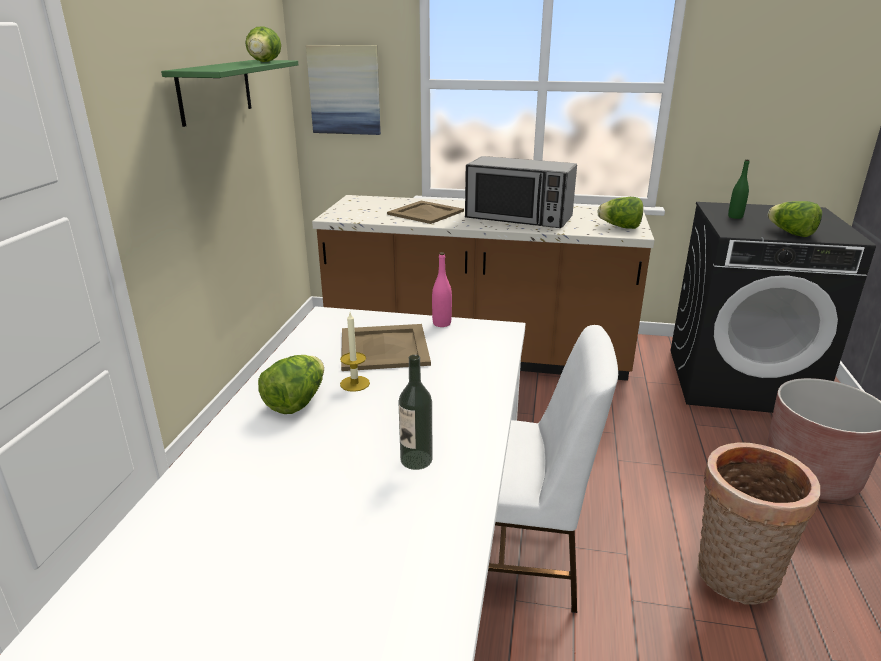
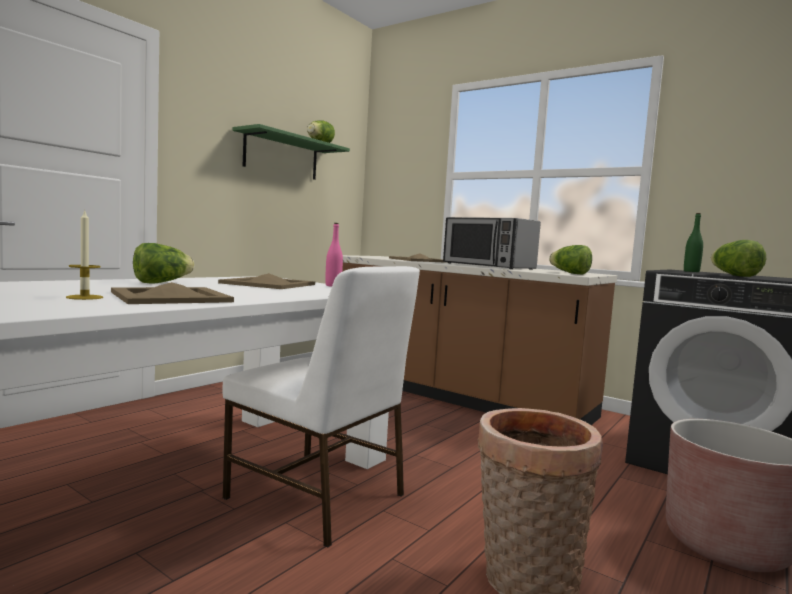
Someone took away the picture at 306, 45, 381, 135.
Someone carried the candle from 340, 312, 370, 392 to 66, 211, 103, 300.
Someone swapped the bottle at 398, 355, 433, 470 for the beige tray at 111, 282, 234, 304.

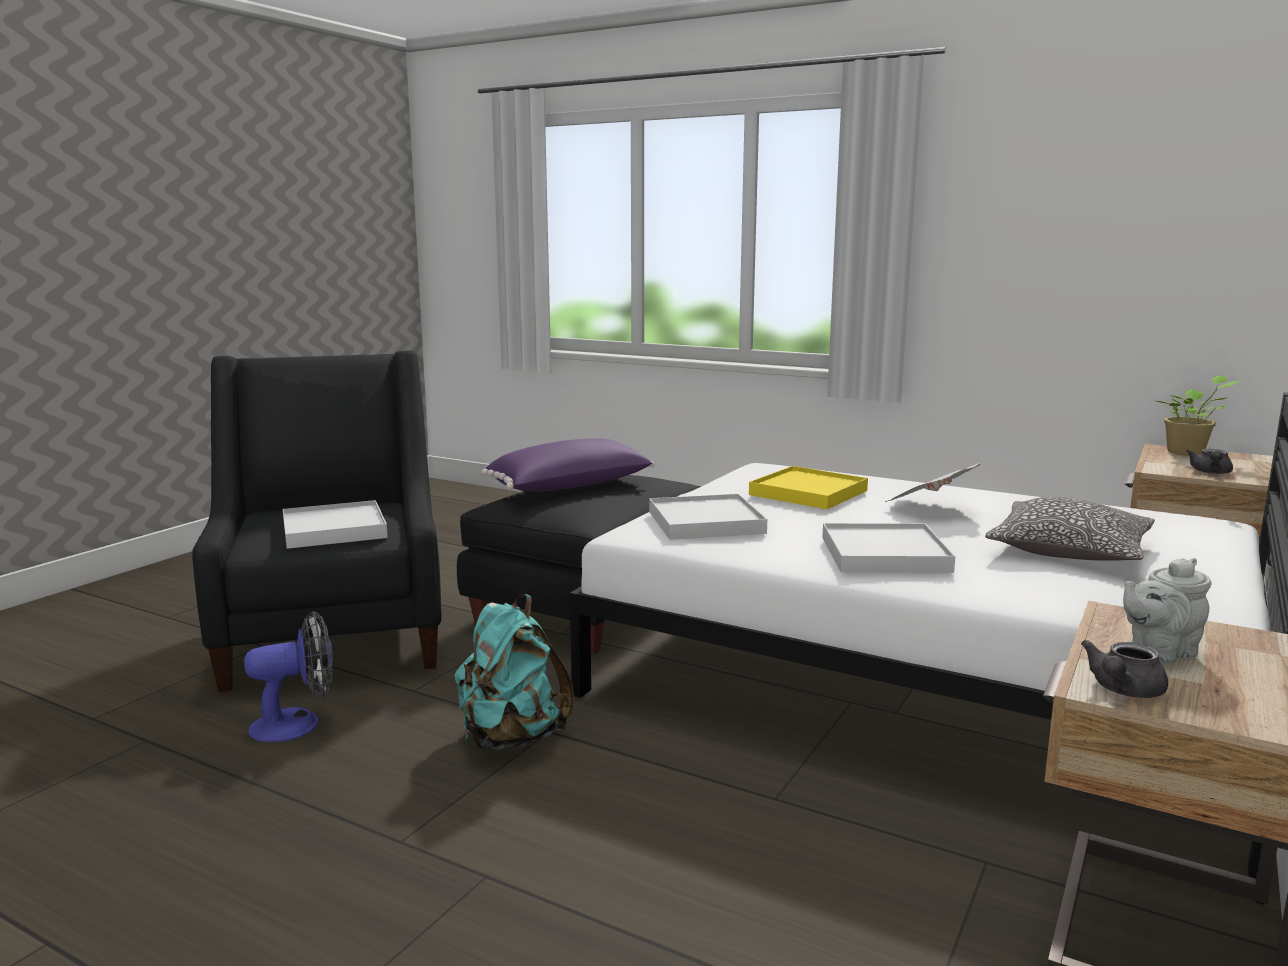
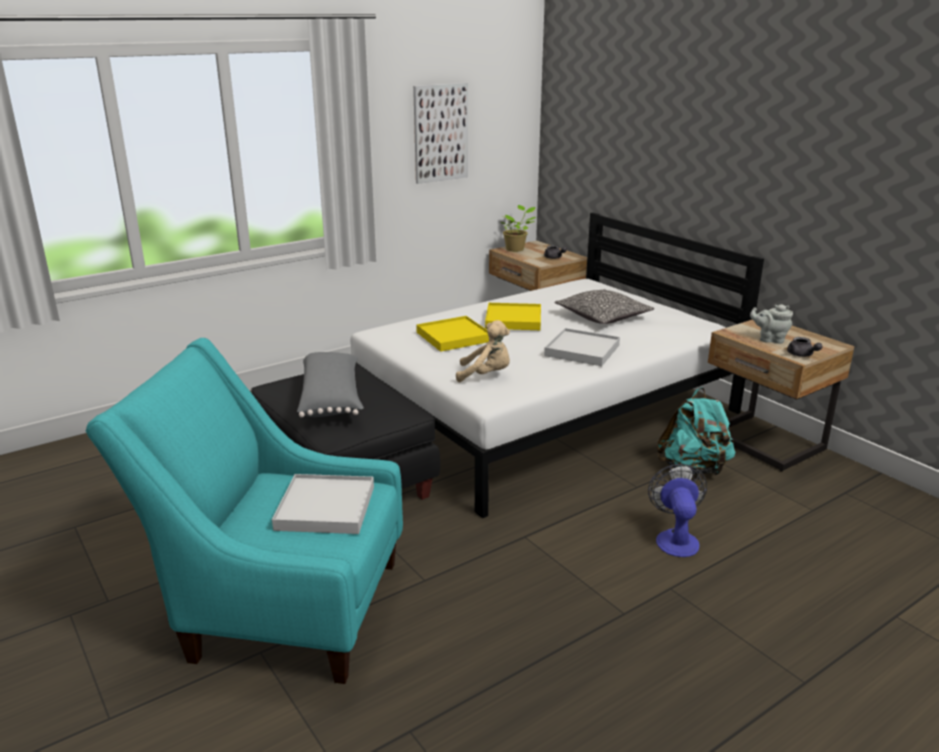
Someone repainted the black armchair at 192, 350, 441, 692, which became the turquoise armchair at 85, 338, 403, 684.
Someone carried the fan from 244, 611, 333, 742 to 648, 464, 707, 557.
Someone carried the turquoise backpack from 454, 594, 574, 750 to 657, 387, 736, 475.
Someone repainted the purple pillow at 481, 438, 654, 492, which became the grey pillow at 297, 352, 364, 418.
Someone swapped the white tray at 649, 494, 767, 540 for the beige plush toy at 456, 320, 510, 382.
Someone swapped the newspaper at 885, 463, 980, 502 for the yellow tray at 485, 303, 541, 330.
Someone rotated the grey teapot at 1123, 558, 1212, 664 by 105 degrees clockwise.
Someone put up the picture at 413, 83, 468, 184.

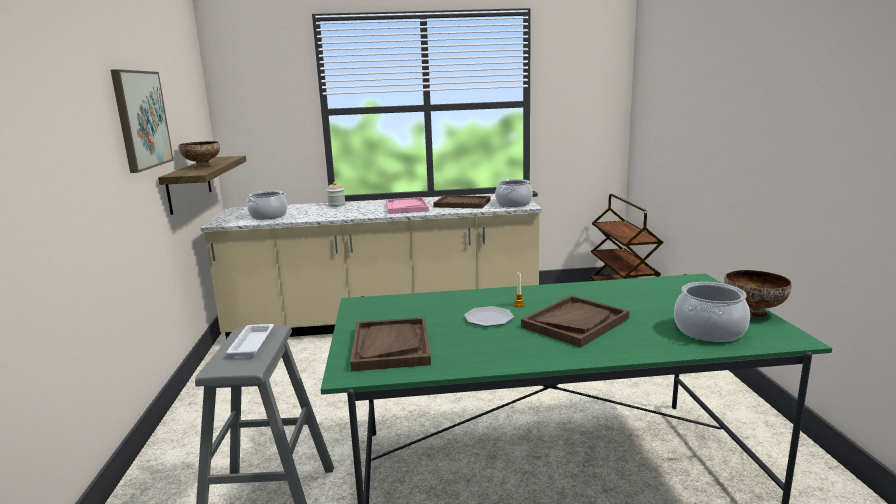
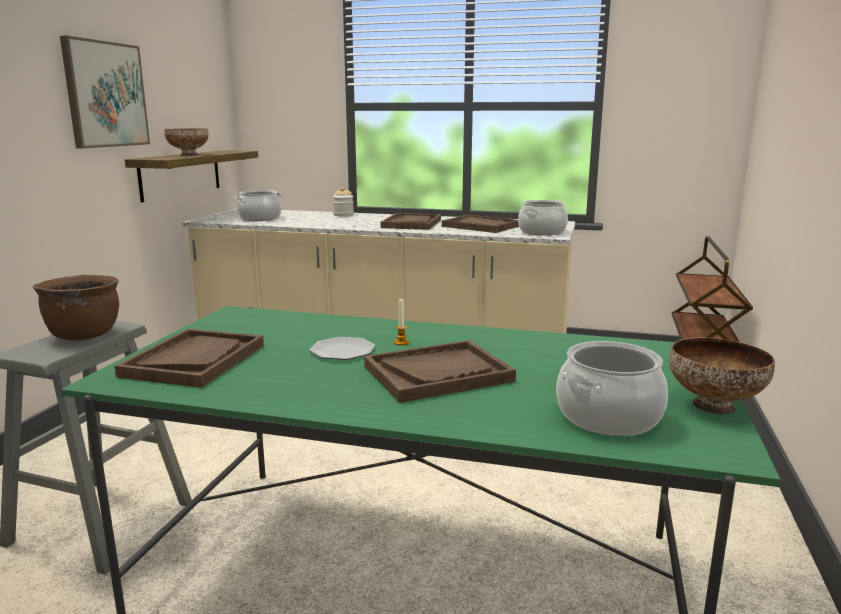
Someone swapped the white tray at 226, 324, 274, 356 for the brown cooking pot at 33, 275, 119, 340.
Someone repainted the pink tray at 386, 197, 429, 214, which became the brown tray at 381, 213, 441, 230.

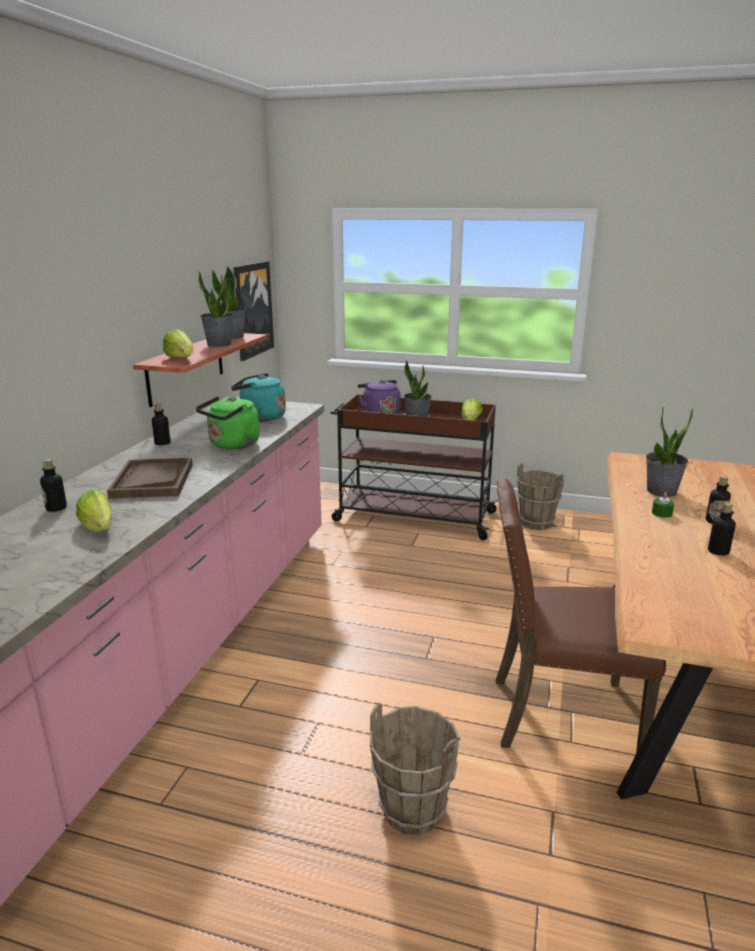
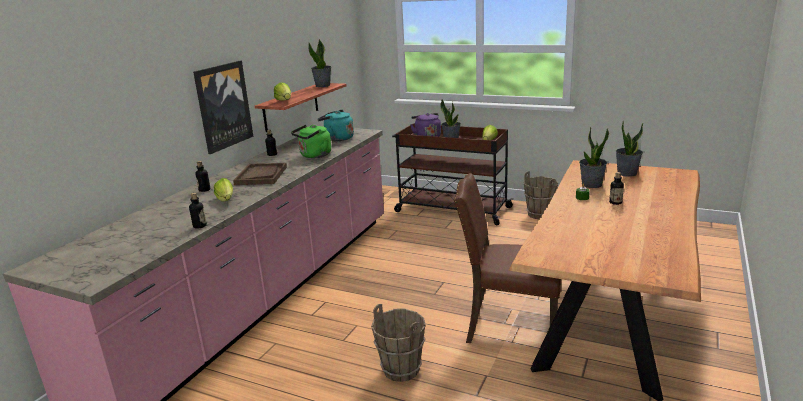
Someone carried the potted plant from 198, 272, 234, 347 to 616, 120, 643, 177.
Someone carried the picture from 233, 261, 274, 361 to 193, 61, 253, 154.
Someone carried the bottle from 708, 502, 736, 556 to 189, 193, 207, 228.

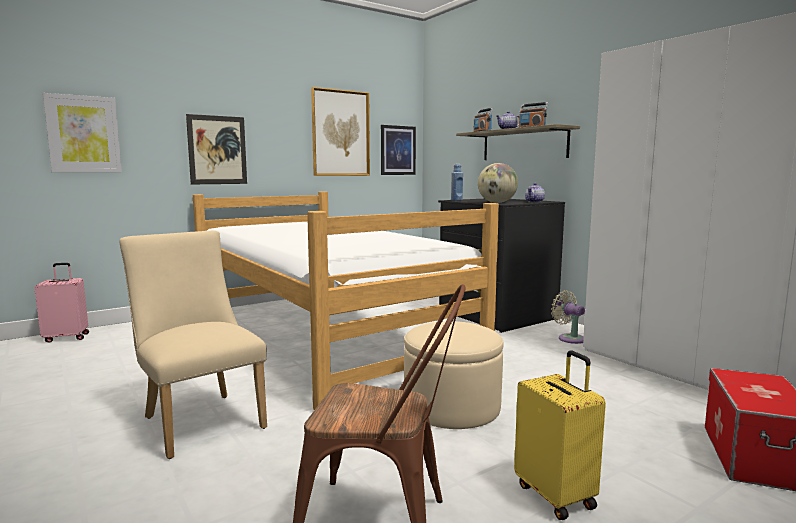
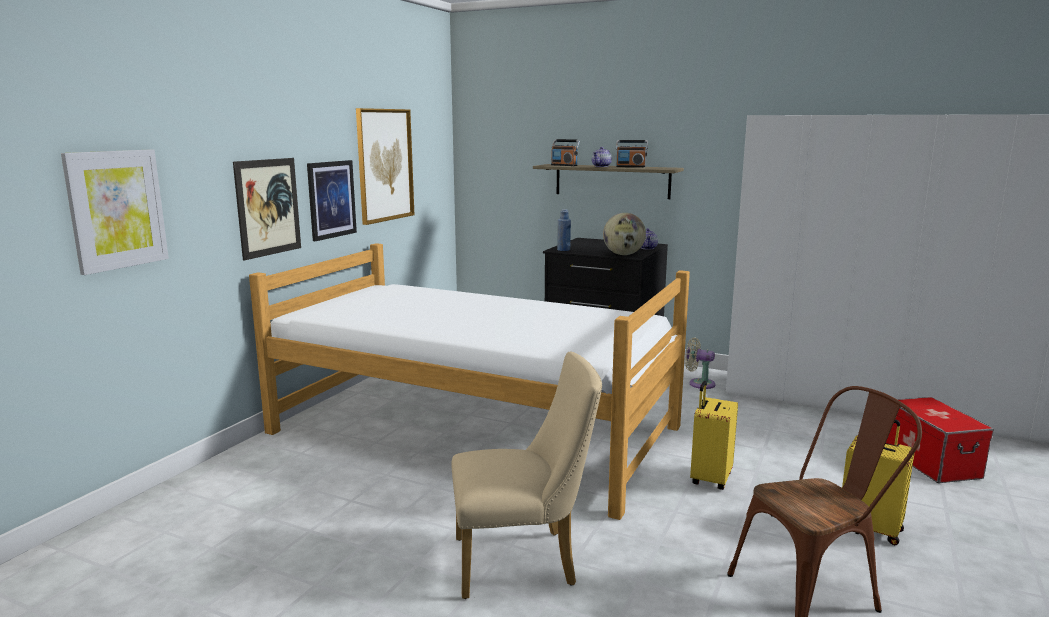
Someone took away the pink suitcase at 34, 263, 89, 343.
Someone rotated the beige chair at 120, 231, 267, 459 by 150 degrees clockwise.
Someone carried the picture from 381, 125, 416, 175 to 307, 160, 357, 241.
Someone swapped the beige ottoman at 404, 321, 504, 429 for the yellow suitcase at 690, 381, 738, 490.

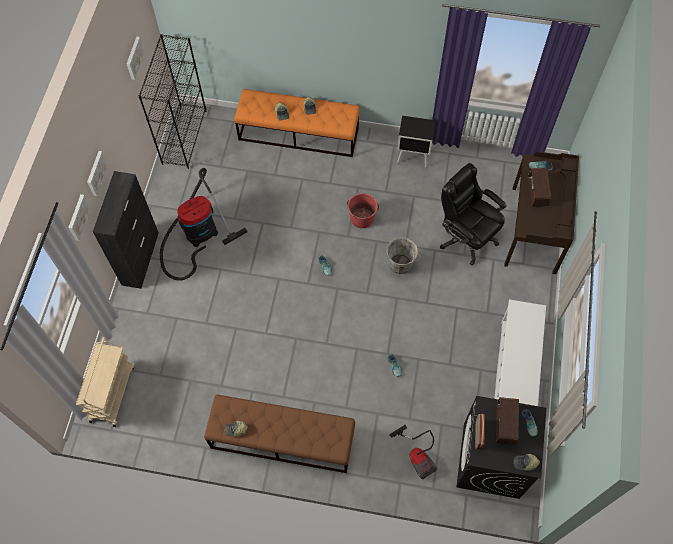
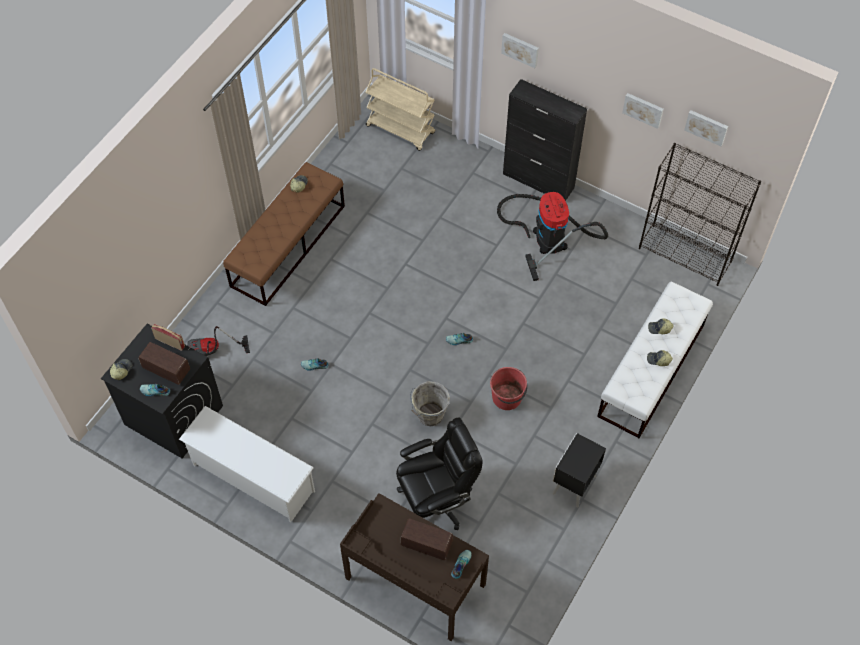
Someone carried the picture from 87, 151, 108, 196 to 622, 93, 664, 129.
Someone repainted the orange bench at 234, 89, 360, 157, which became the white bench at 597, 282, 713, 438.

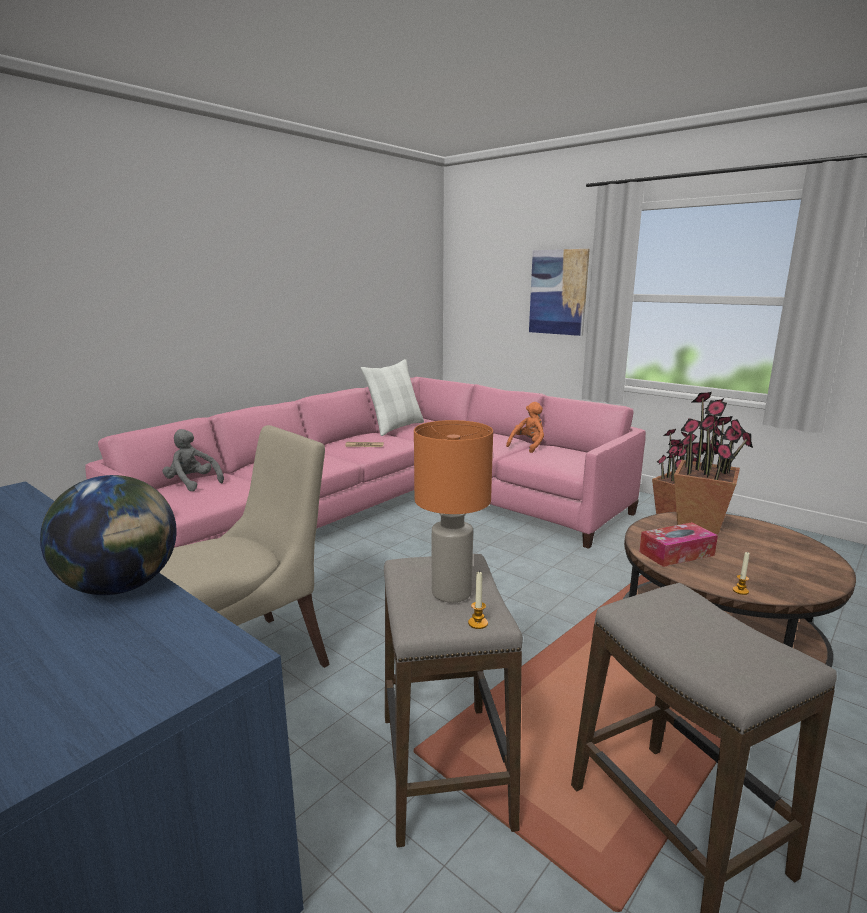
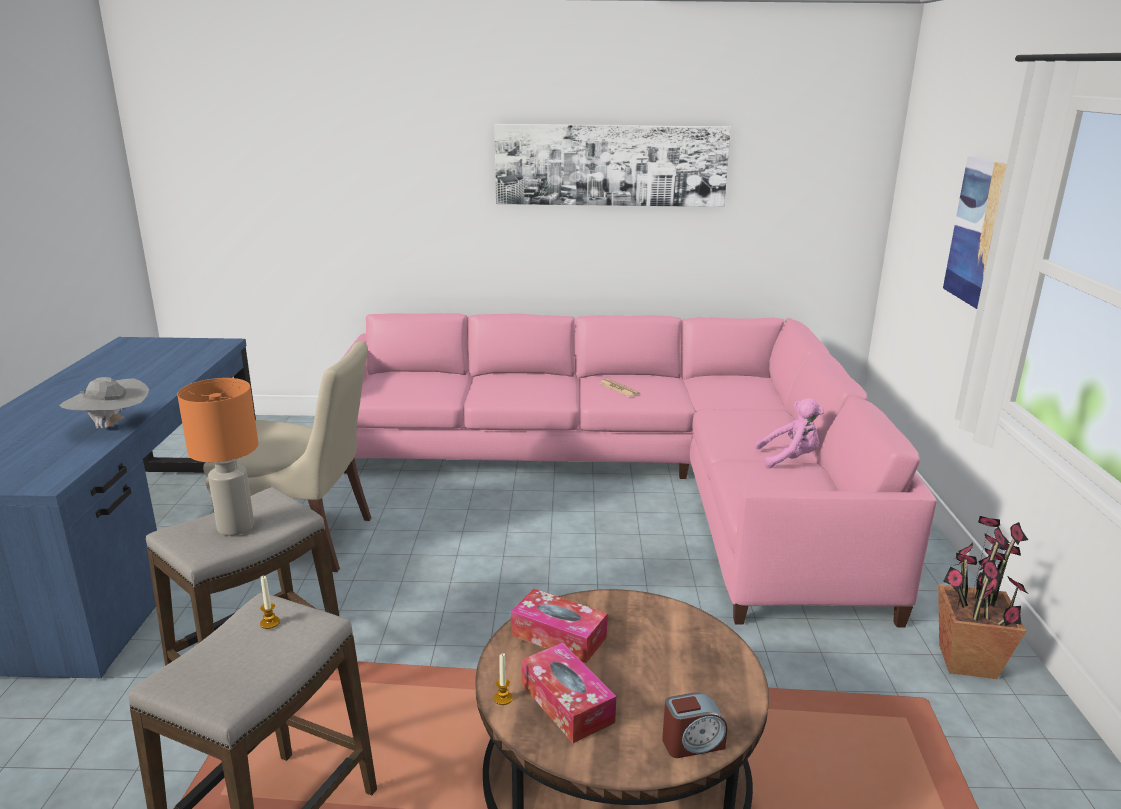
Someone swapped the globe at 40, 475, 177, 595 for the grey hat at 59, 377, 149, 429.
Someone took away the grey plush toy at 162, 429, 224, 491.
Someone took away the white pillow at 361, 359, 424, 436.
Someone carried the candle from 468, 571, 488, 629 to 260, 576, 280, 629.
Someone repainted the orange plush toy at 506, 402, 544, 453, which became the pink plush toy at 755, 398, 824, 469.
Someone took away the potted plant at 674, 392, 753, 534.
Someone put up the picture at 494, 124, 731, 207.
Someone put down the tissue box at 521, 643, 616, 743.
Someone put down the alarm clock at 662, 692, 727, 758.

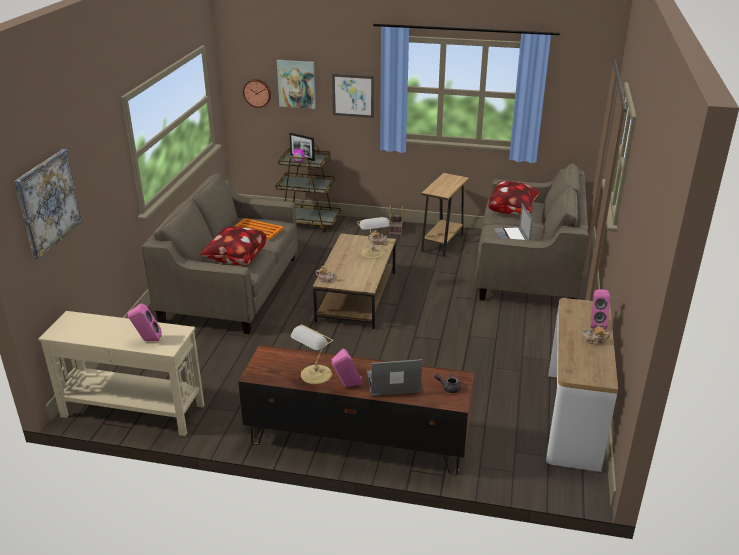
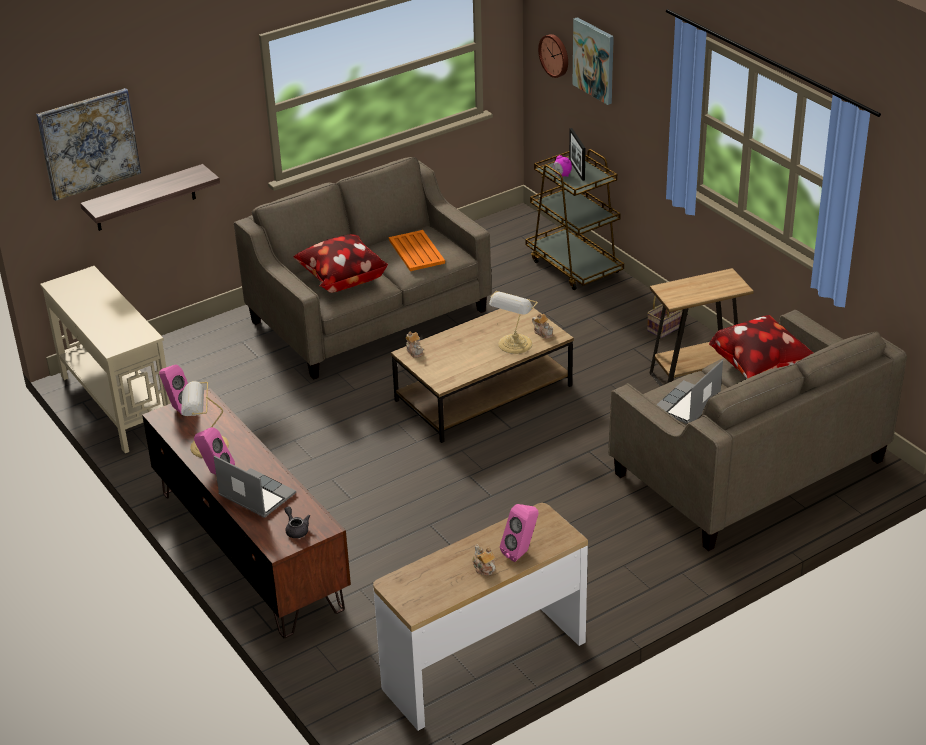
Someone carried the pink speaker from 128, 303, 162, 341 to 159, 365, 188, 414.
Someone took away the picture at 332, 74, 374, 118.
Someone put up the shelf at 80, 164, 220, 231.

